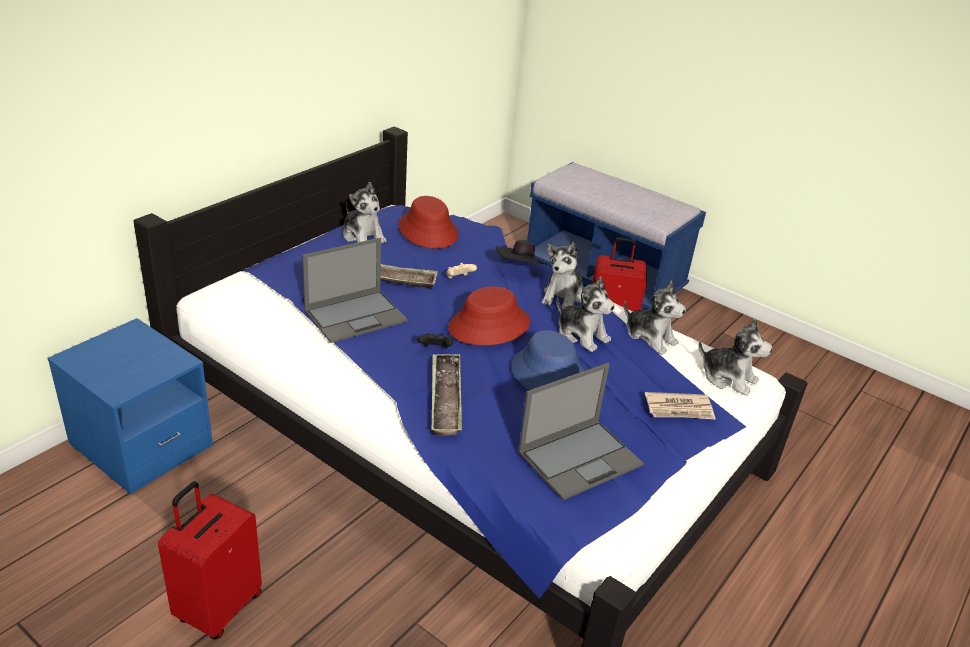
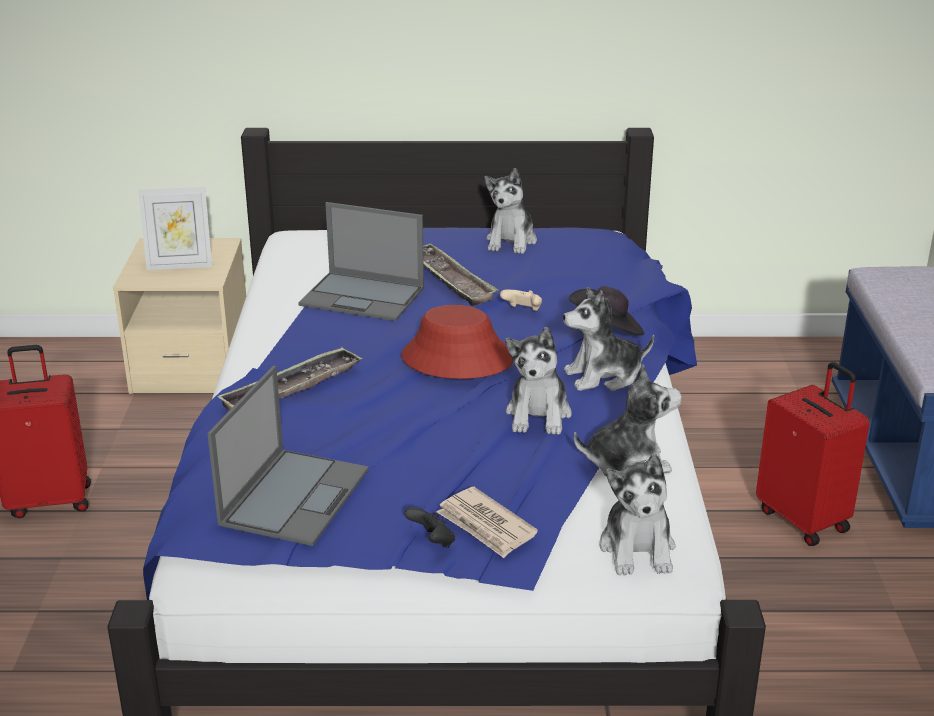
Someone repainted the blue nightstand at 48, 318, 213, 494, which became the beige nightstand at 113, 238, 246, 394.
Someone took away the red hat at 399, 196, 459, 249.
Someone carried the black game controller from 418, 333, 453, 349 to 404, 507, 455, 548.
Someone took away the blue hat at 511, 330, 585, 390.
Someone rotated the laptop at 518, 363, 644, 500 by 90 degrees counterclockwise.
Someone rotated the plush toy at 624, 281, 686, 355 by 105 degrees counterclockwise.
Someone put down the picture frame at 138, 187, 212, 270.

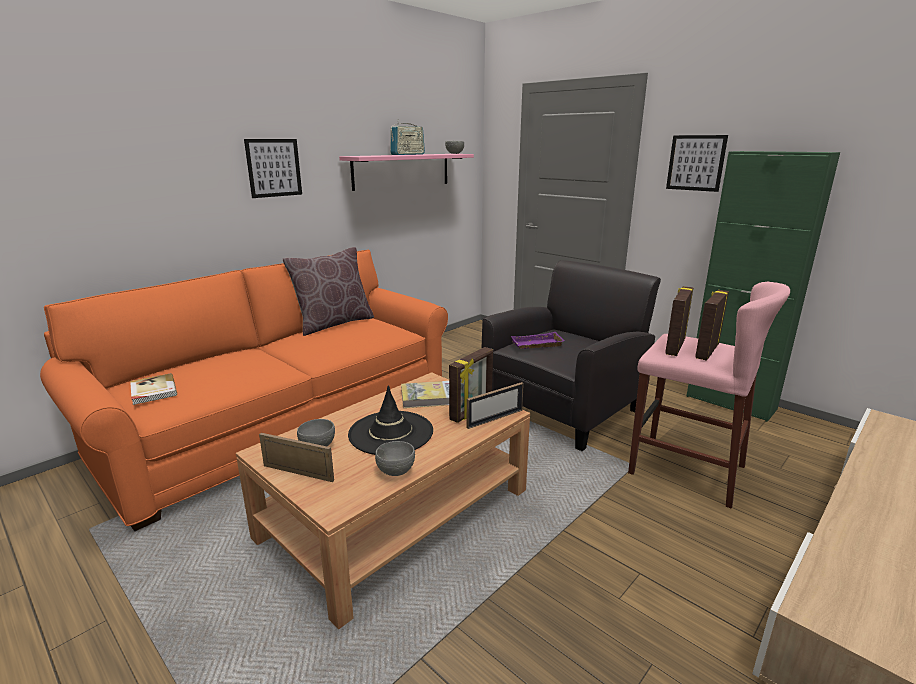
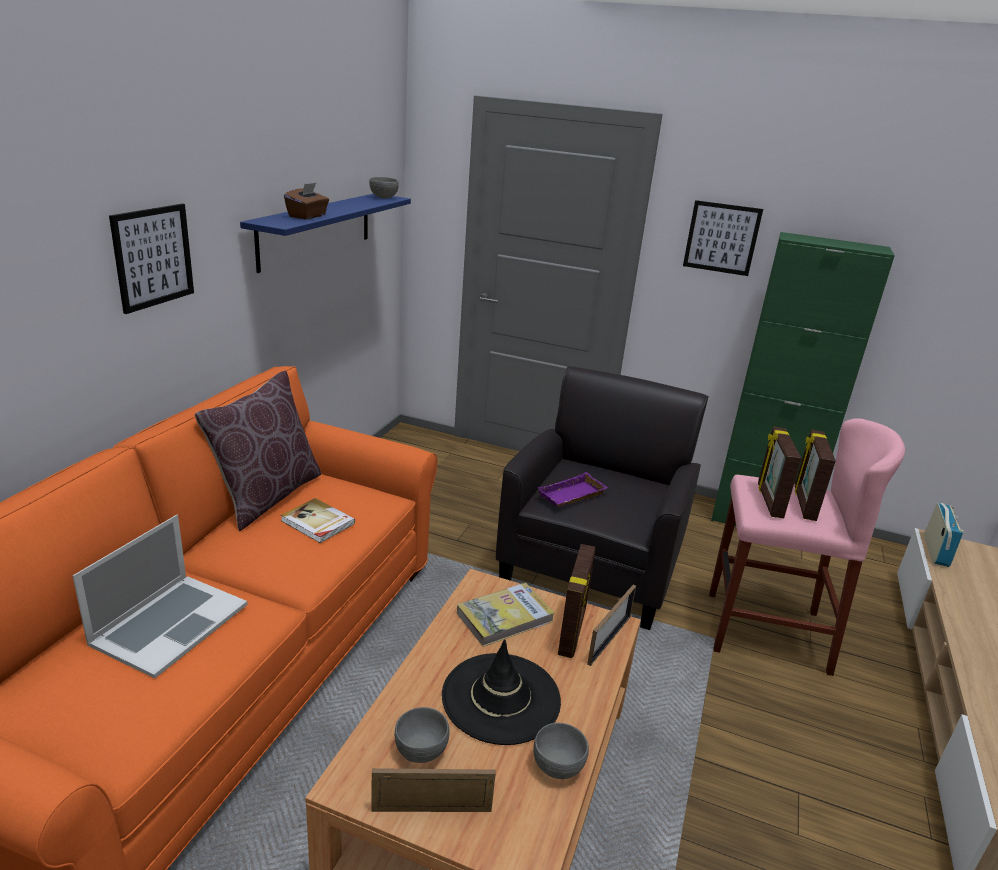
Someone carried the book from 130, 373, 177, 405 to 281, 498, 355, 543.
Someone repainted the pink shelf at 339, 154, 474, 191, which became the blue shelf at 240, 194, 411, 273.
Someone carried the radio from 390, 119, 425, 155 to 924, 503, 964, 567.
Someone put down the laptop at 73, 515, 248, 678.
Someone put down the brown tissue box at 284, 183, 329, 219.

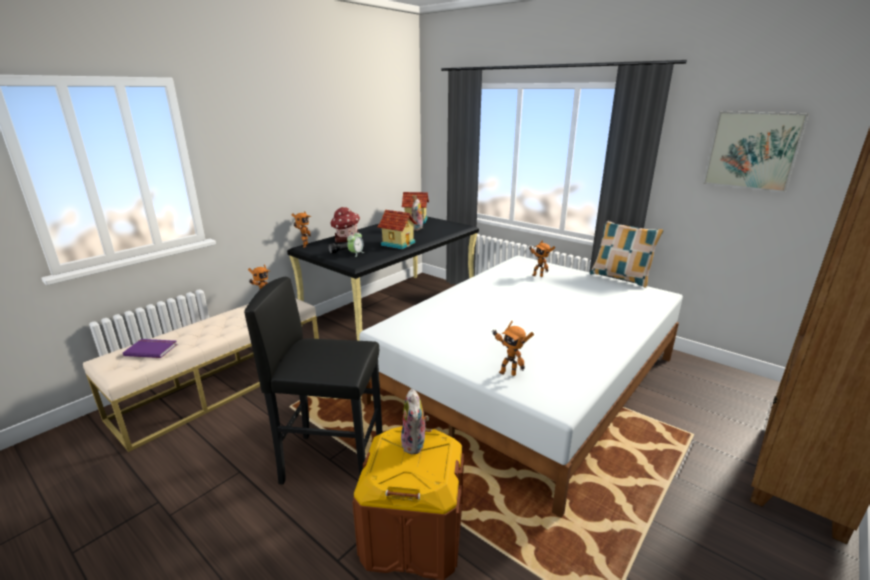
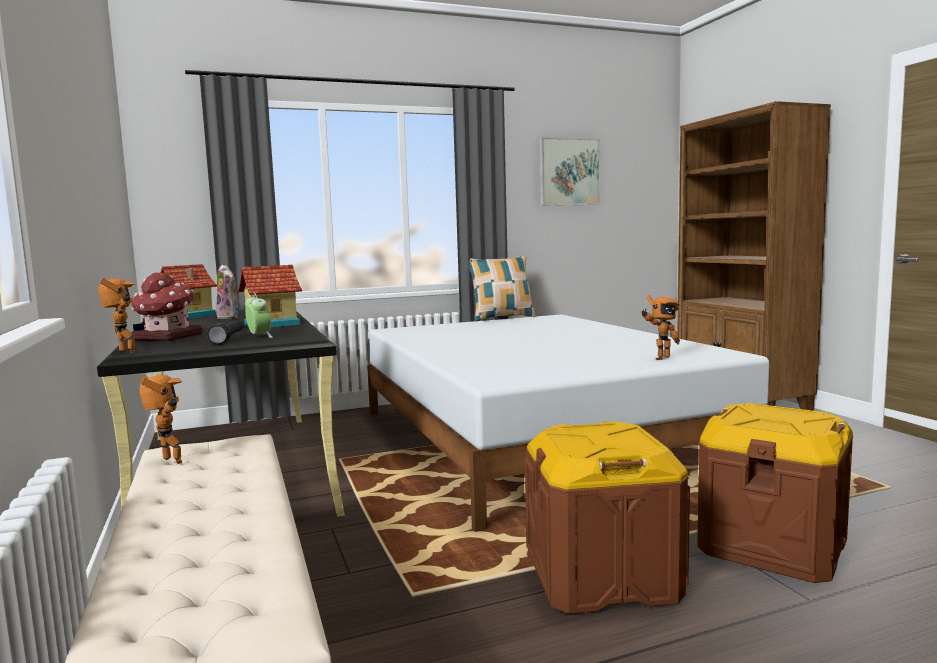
Someone took away the purple book at 123, 339, 178, 358.
Someone swapped the black stool at 244, 277, 383, 484 for the brown storage box at 525, 421, 690, 614.
Someone took away the plush toy at 401, 389, 429, 454.
Someone took away the toy robot at 529, 240, 555, 277.

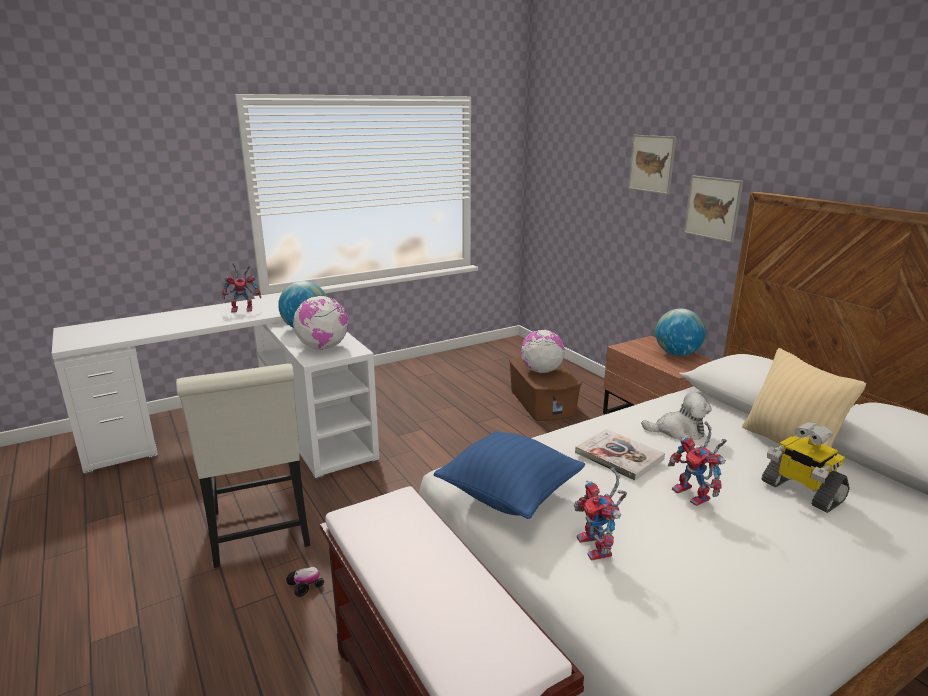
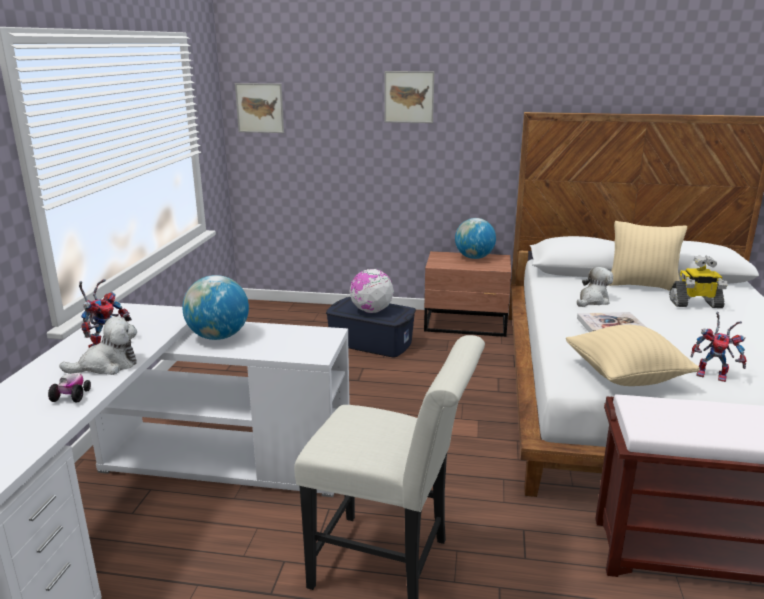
Someone carried the toy car from 286, 567, 324, 597 to 48, 373, 91, 402.
Someone took away the globe at 293, 295, 348, 350.
Someone repainted the blue pillow at 434, 431, 585, 519, which became the beige pillow at 566, 325, 700, 386.
Someone repainted the brown storage box at 509, 356, 582, 421, which became the blue storage box at 326, 297, 416, 358.
Someone took away the toy robot at 668, 422, 727, 506.
Someone carried the picture from 684, 175, 743, 243 to 235, 83, 284, 133.
Someone put down the plush toy at 59, 316, 137, 375.

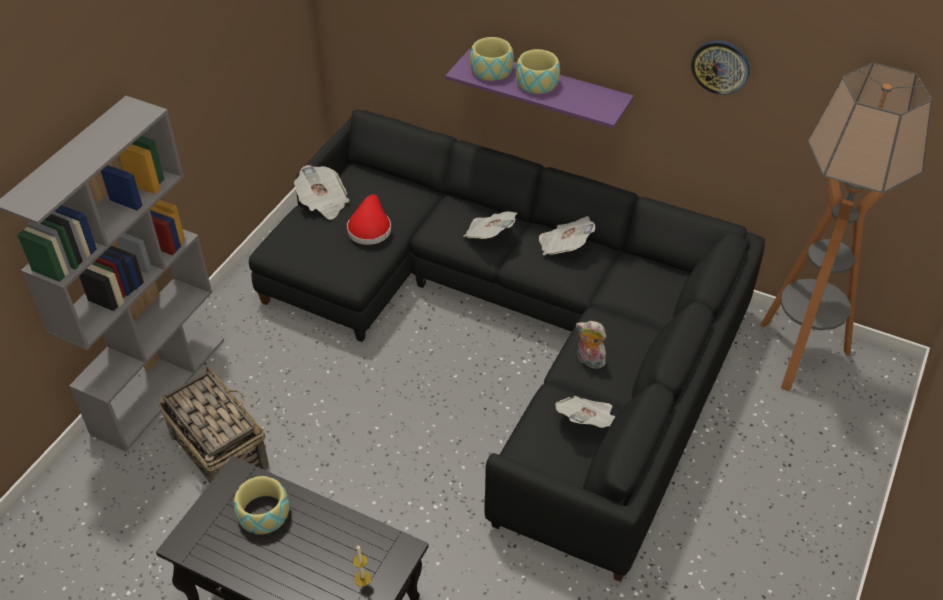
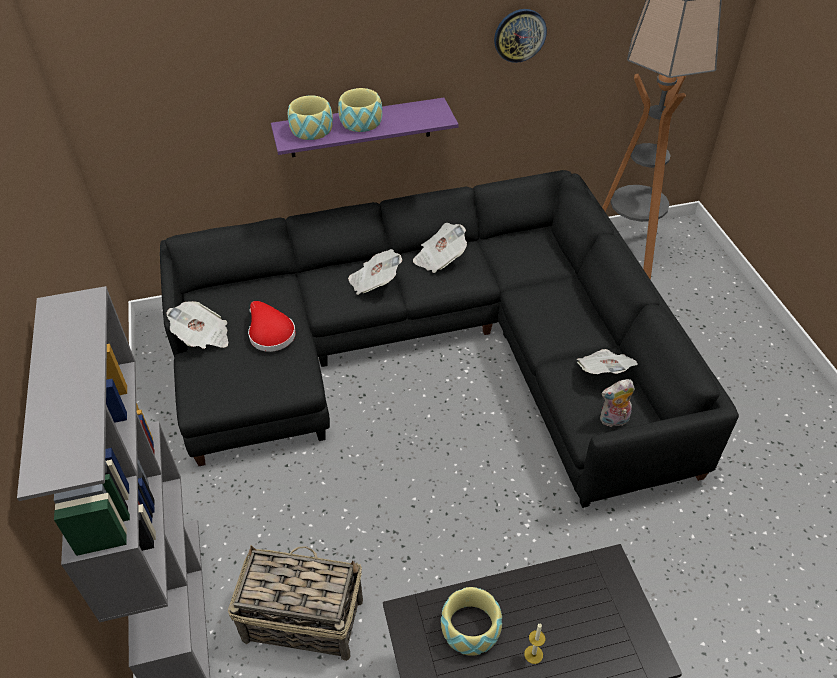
Someone carried the candle from 353, 545, 371, 587 to 524, 624, 545, 664.
Someone carried the plush toy from 576, 321, 606, 369 to 600, 379, 635, 427.

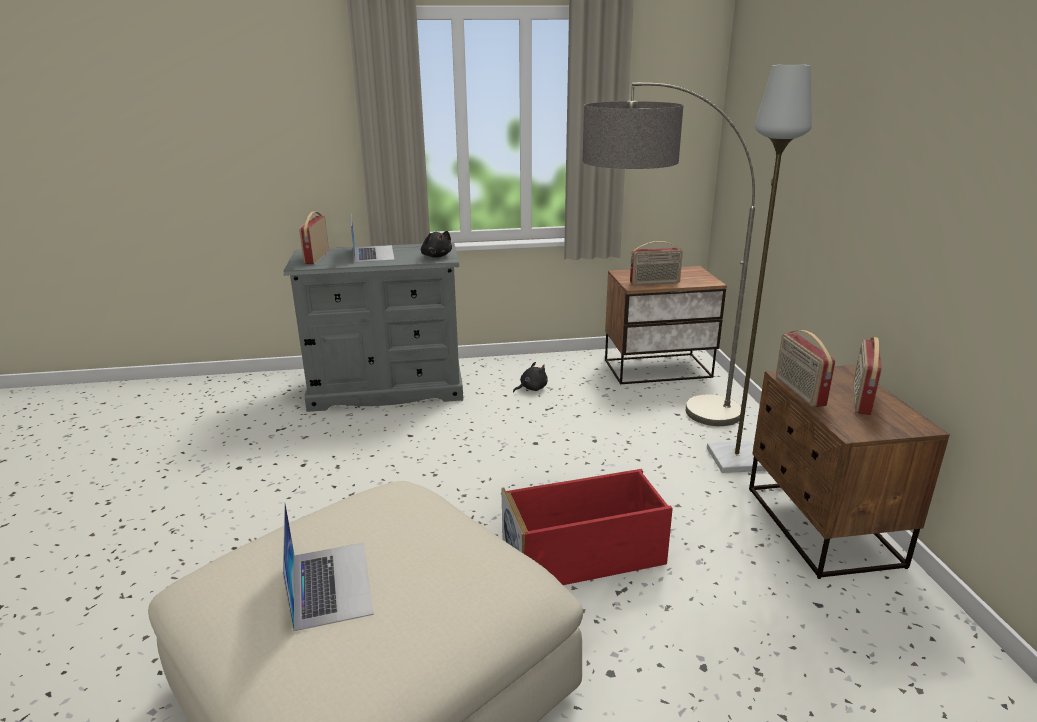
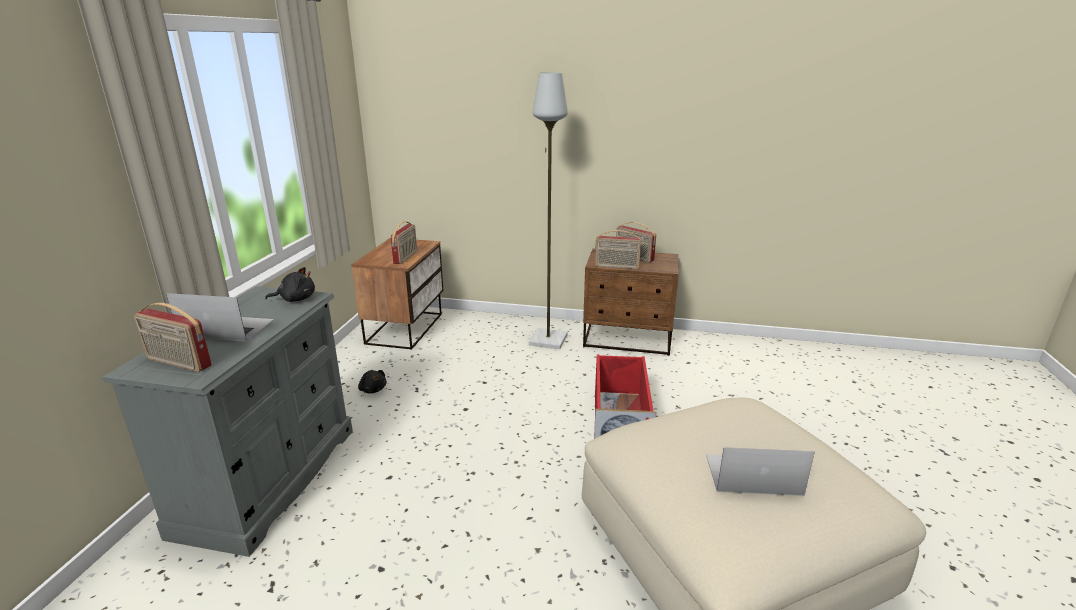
Someone rotated the black plush toy at 513, 362, 548, 392 by 150 degrees clockwise.
Someone took away the floor lamp at 583, 83, 755, 426.

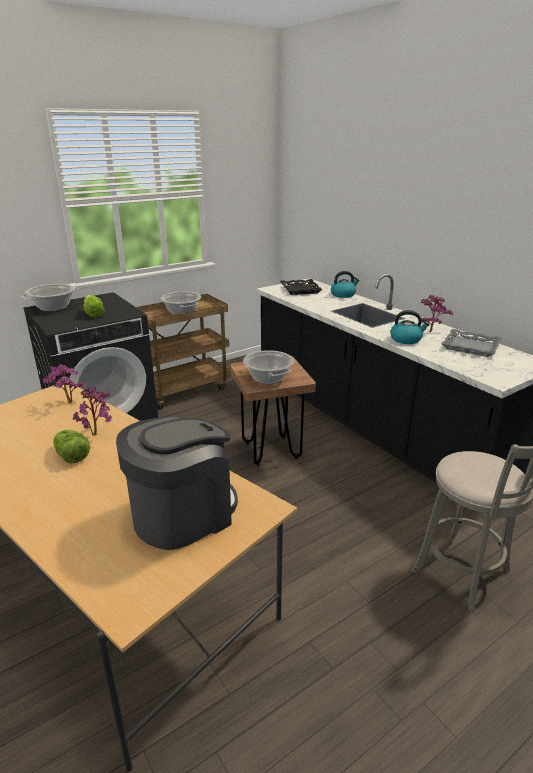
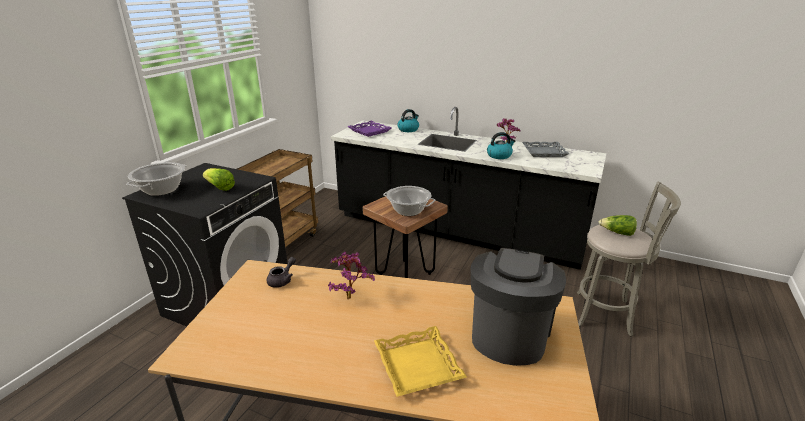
Someone swapped the potted plant at 43, 364, 86, 403 for the grey teapot at 267, 257, 296, 288.
Someone carried the lettuce from 53, 430, 90, 463 to 599, 215, 637, 236.
Someone took away the cooking pot at 161, 291, 201, 315.
Someone repainted the black tray at 280, 279, 322, 295, which became the purple tray at 348, 121, 391, 137.
Someone put down the yellow tray at 374, 326, 467, 397.

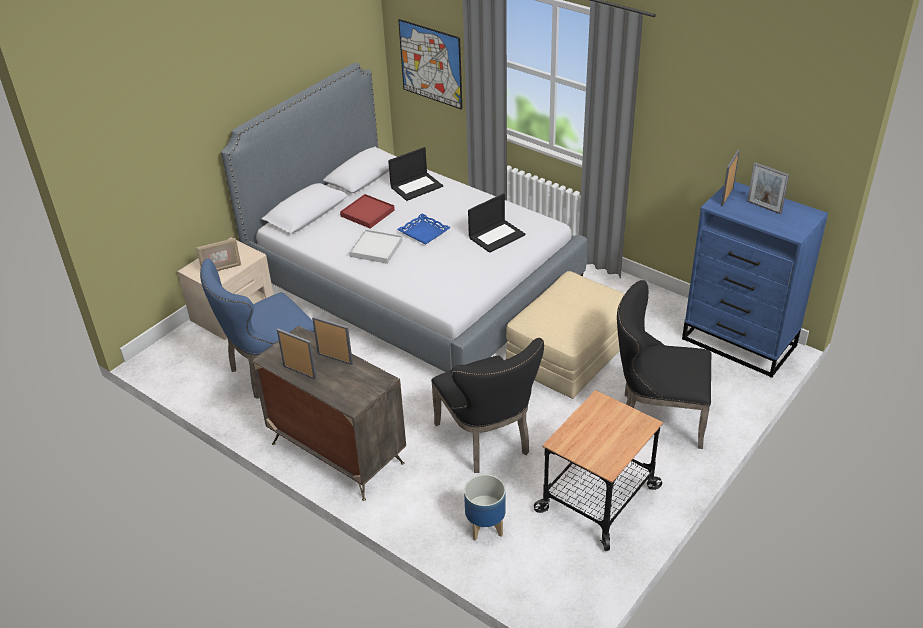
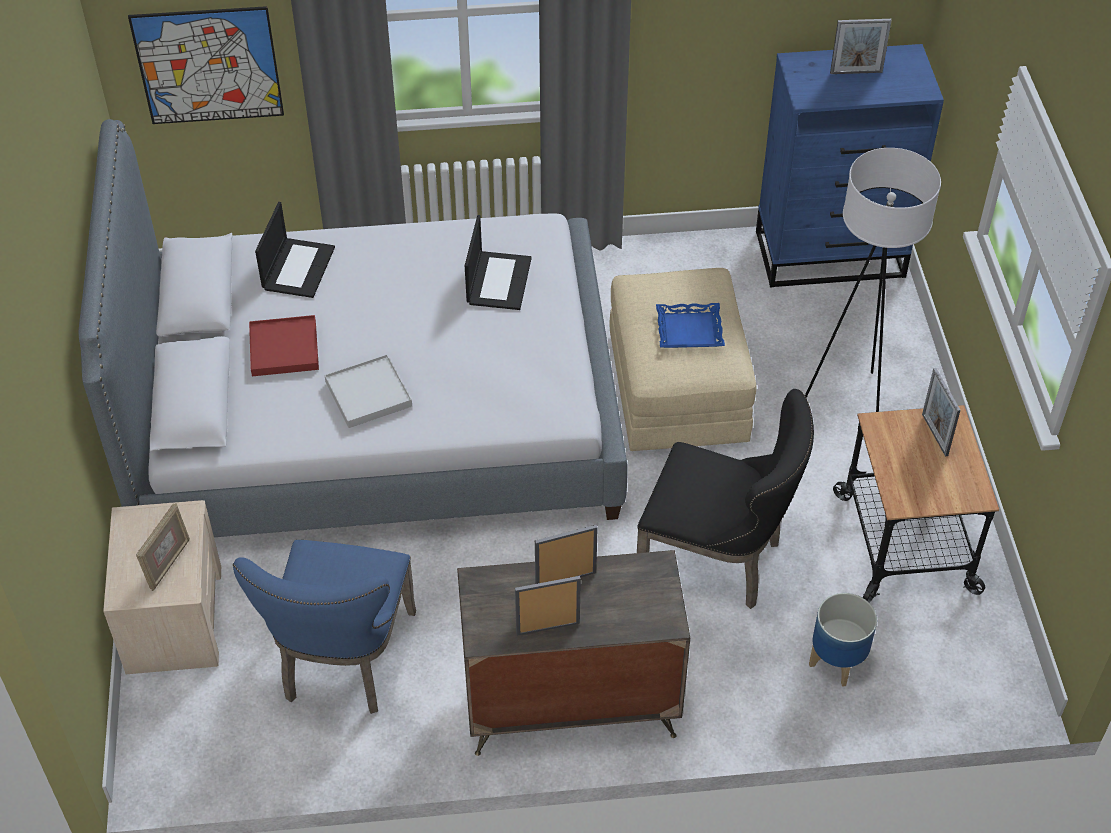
Someone carried the blue tray from 397, 214, 451, 245 to 656, 303, 725, 348.
Someone swapped the black chair at 617, 280, 711, 449 for the white floor lamp at 805, 148, 941, 412.
Someone carried the picture frame from 721, 150, 740, 206 to 922, 368, 960, 457.

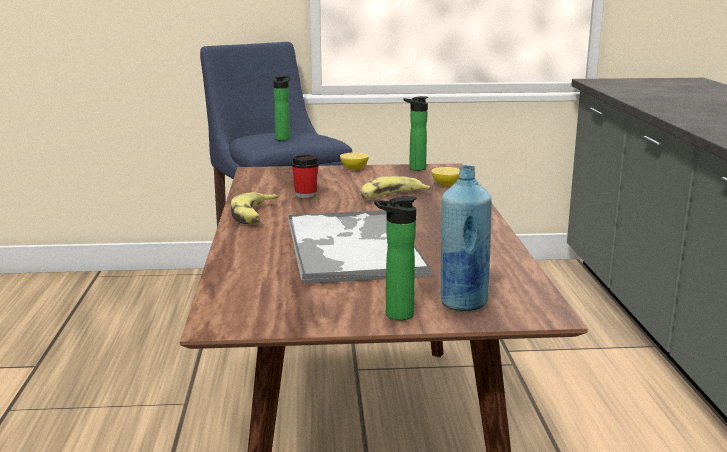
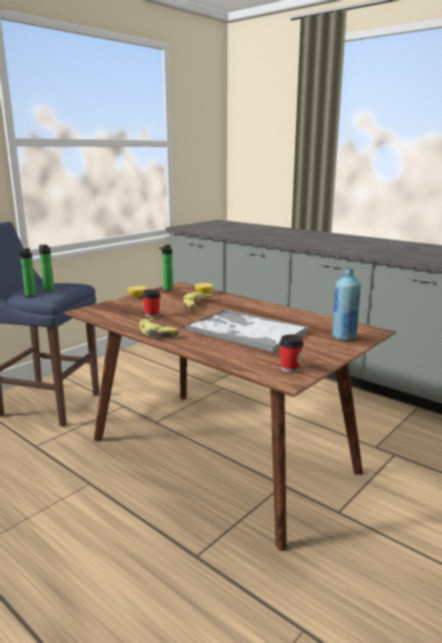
Someone carried the bottle from 374, 196, 417, 320 to 15, 248, 36, 296.
Someone put down the cup at 280, 334, 304, 373.

